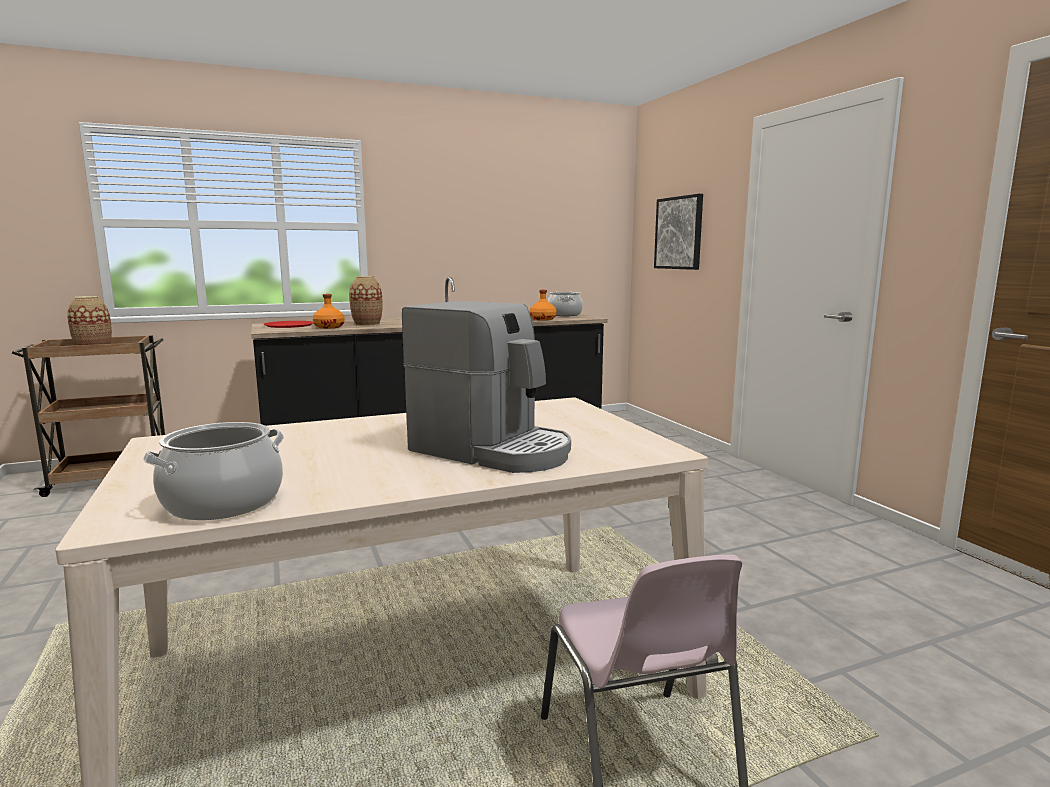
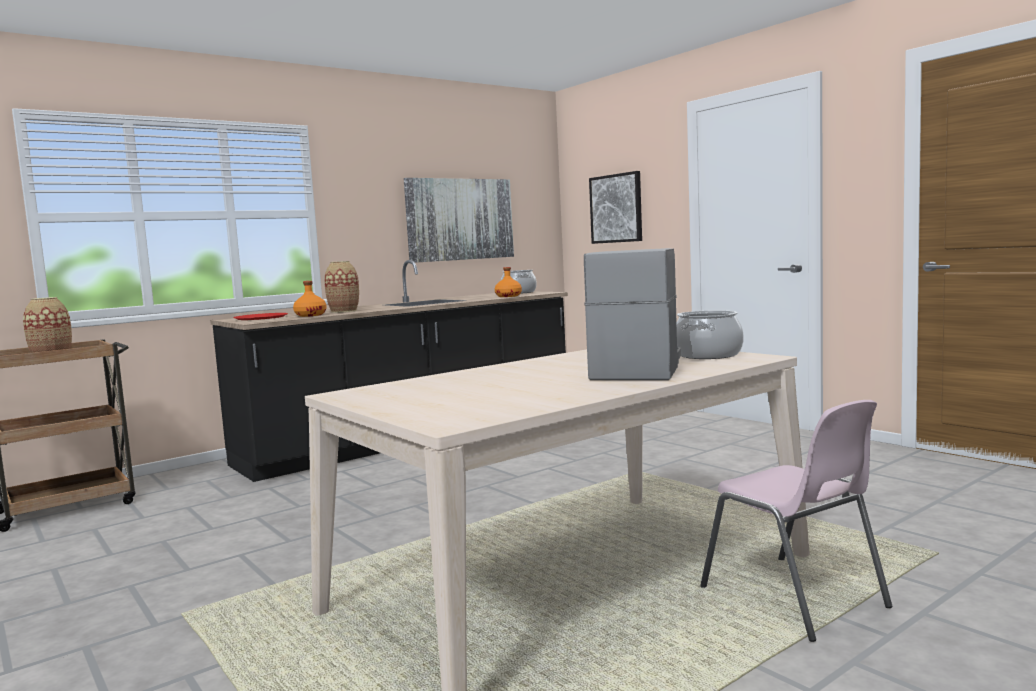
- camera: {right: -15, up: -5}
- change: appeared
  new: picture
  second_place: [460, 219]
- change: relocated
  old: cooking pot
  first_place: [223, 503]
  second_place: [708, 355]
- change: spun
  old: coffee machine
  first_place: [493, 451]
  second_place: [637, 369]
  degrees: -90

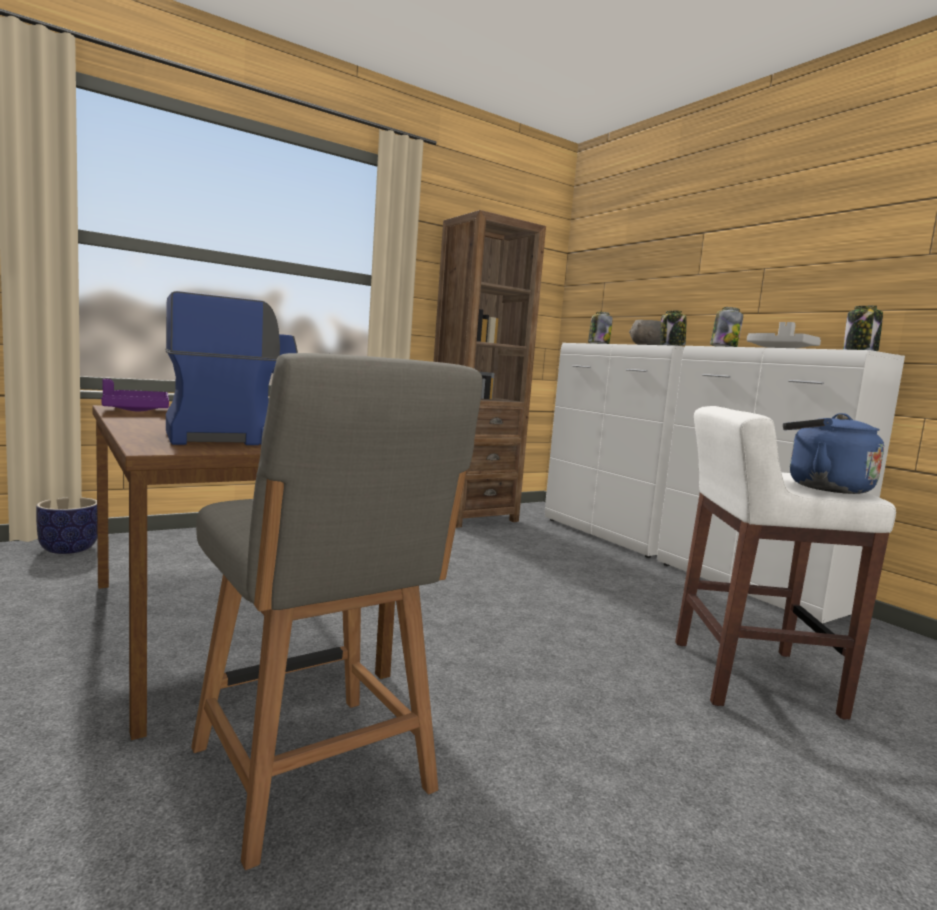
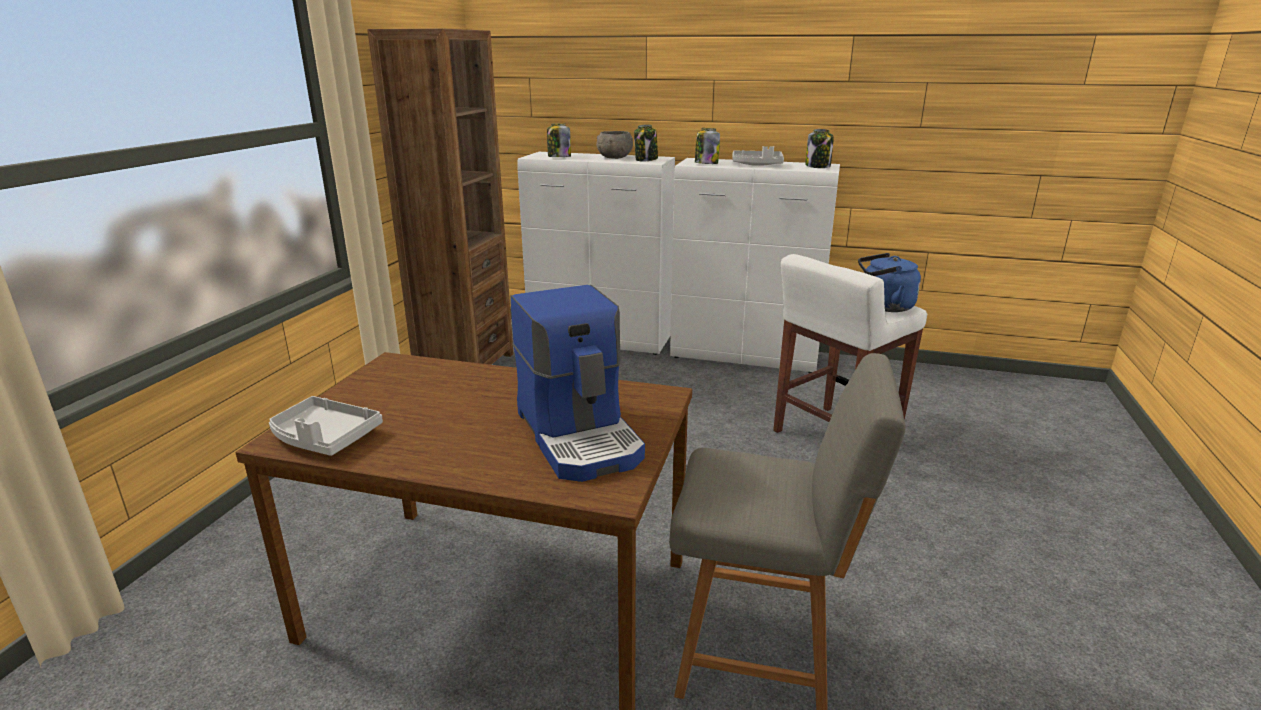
- camera: {right: -40, up: 15}
- change: missing
  old: planter
  first_place: [68, 549]
- change: colour
  old: tray in purple
  new: tray in grey
  first_place: [137, 410]
  second_place: [324, 438]
- change: spun
  old: coffee machine
  first_place: [246, 438]
  second_place: [581, 436]
  degrees: 135

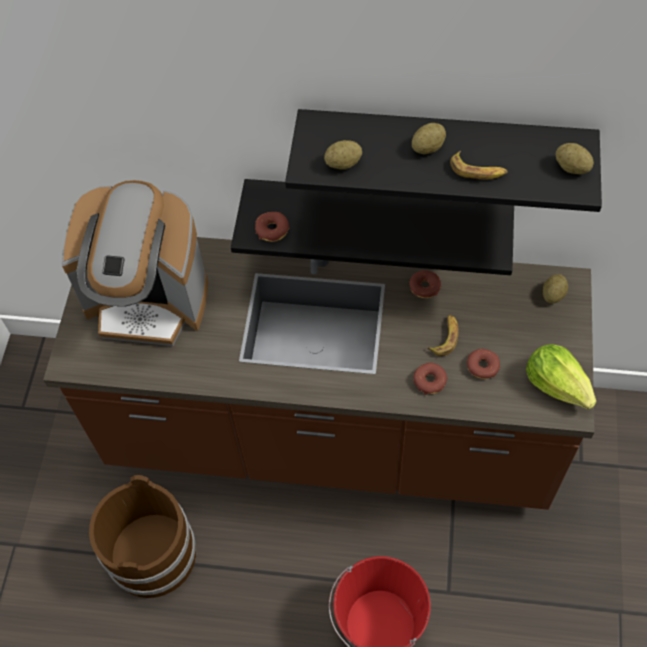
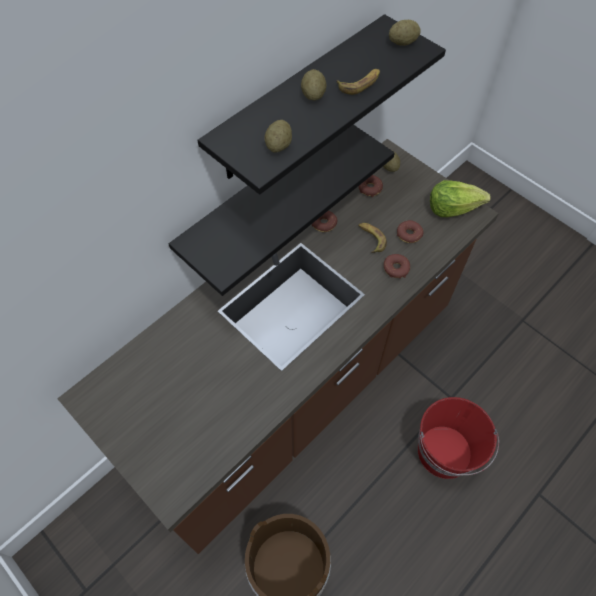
- camera: {right: -55, up: 0}
- change: missing
  old: coffee machine
  first_place: [149, 302]
- change: relocated
  old: donut
  first_place: [272, 230]
  second_place: [370, 188]

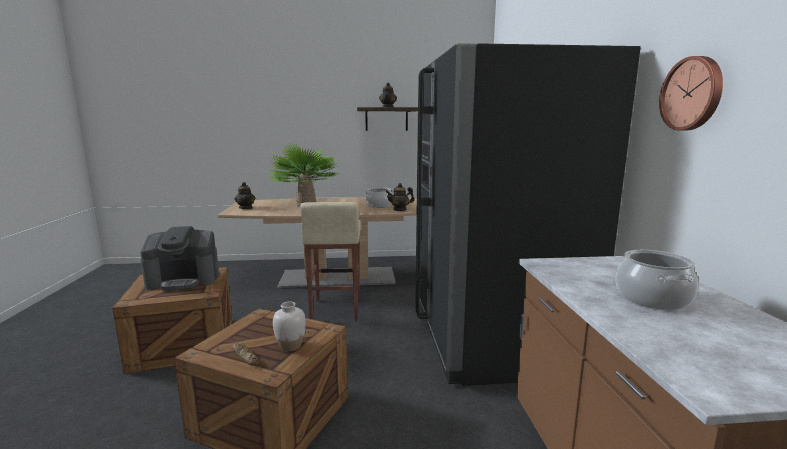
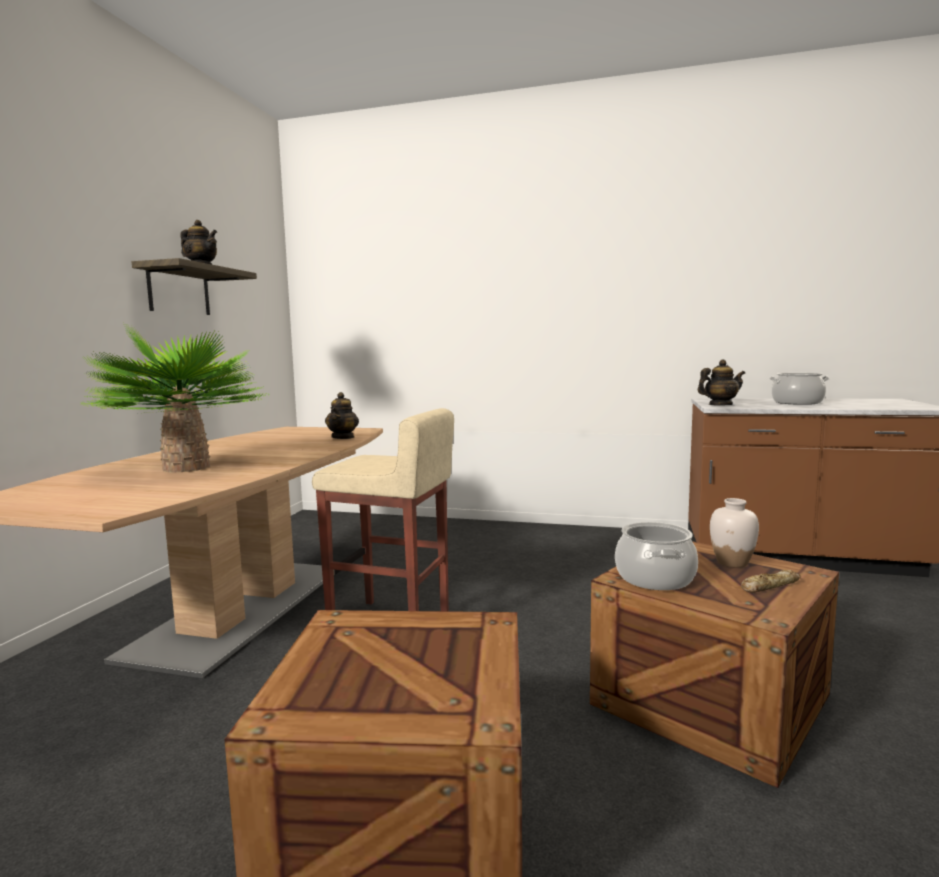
- camera: {right: -70, up: -5}
- change: missing
  old: coffee machine
  first_place: [184, 280]
- change: missing
  old: fridge in black
  first_place: [494, 339]
- change: missing
  old: wall clock
  first_place: [692, 94]
- change: relocated
  old: teapot
  first_place: [246, 208]
  second_place: [720, 405]
- change: relocated
  old: cooking pot
  first_place: [379, 205]
  second_place: [654, 578]

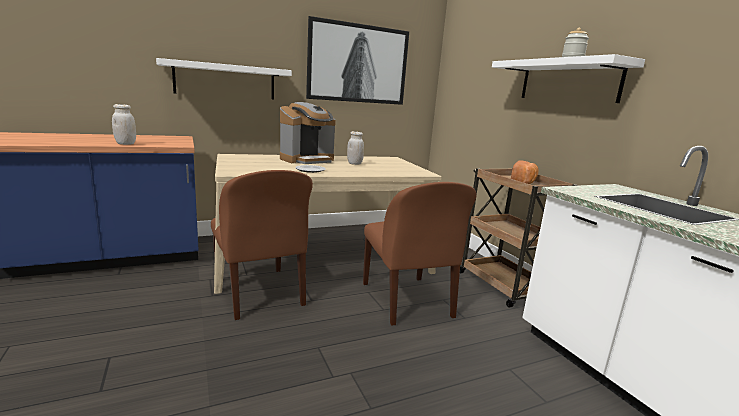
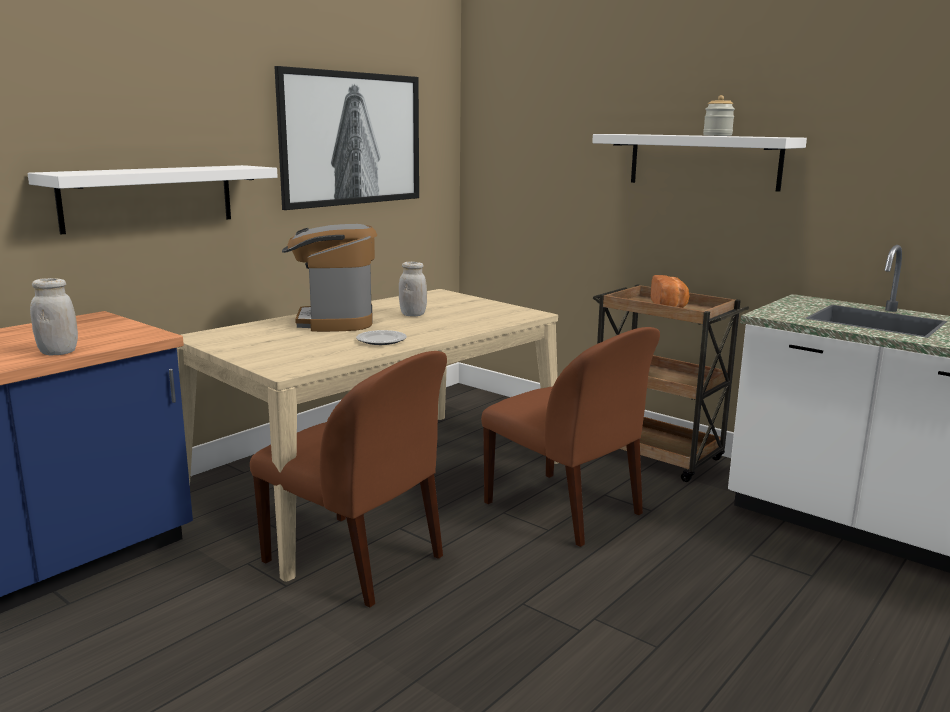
- camera: {right: -25, up: 0}
- change: spun
  old: coffee machine
  first_place: [307, 160]
  second_place: [334, 321]
  degrees: 150

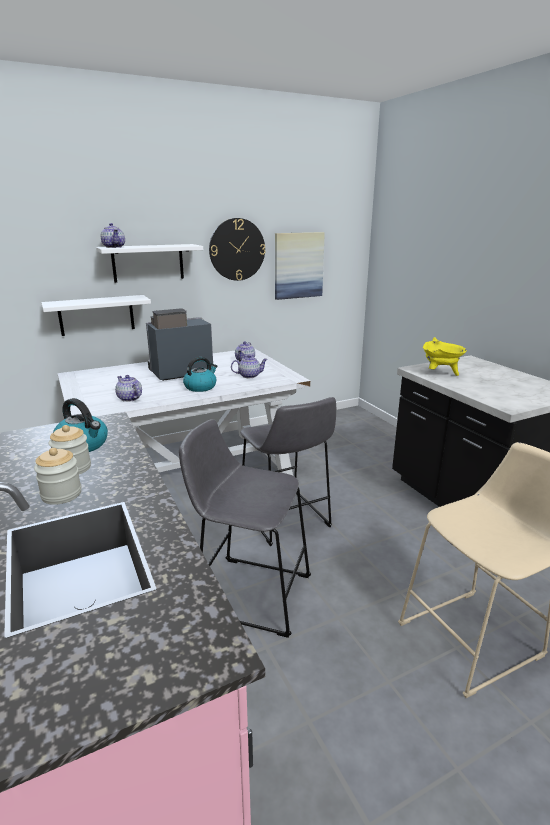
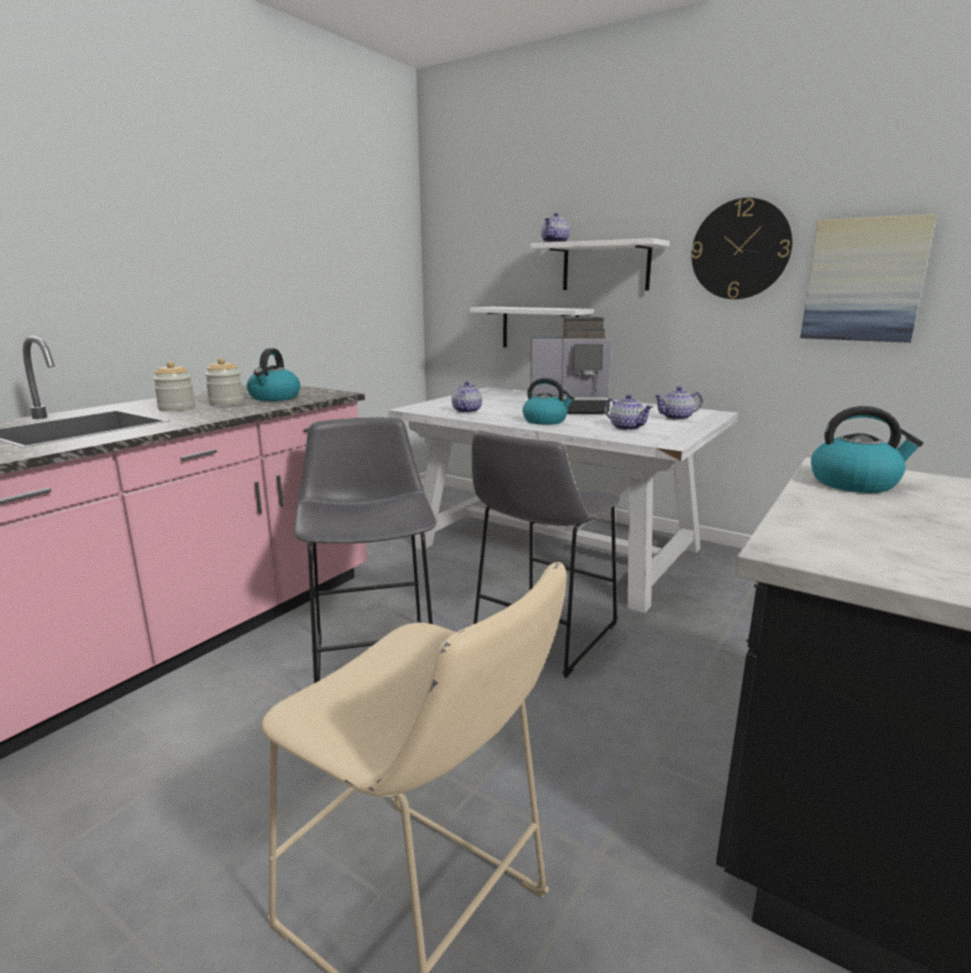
- camera: {right: 60, up: -5}
- change: exchanged
  old: cooking pot in yellow
  new: kettle
  first_place: [440, 374]
  second_place: [855, 483]
- change: spun
  old: coffee machine
  first_place: [178, 373]
  second_place: [570, 408]
  degrees: 150

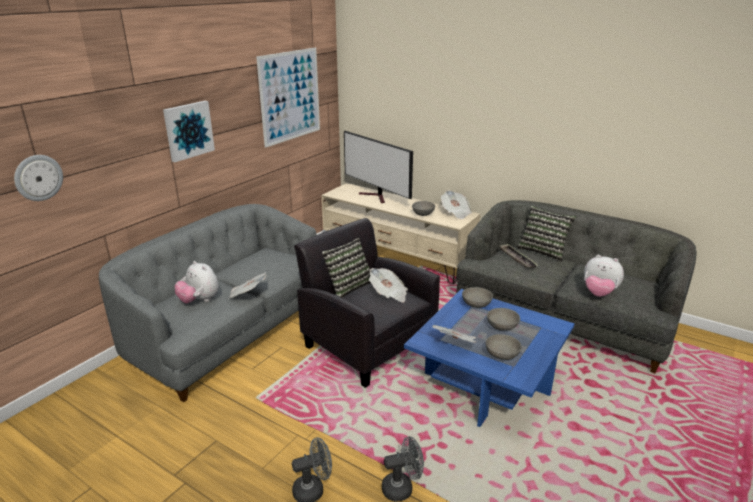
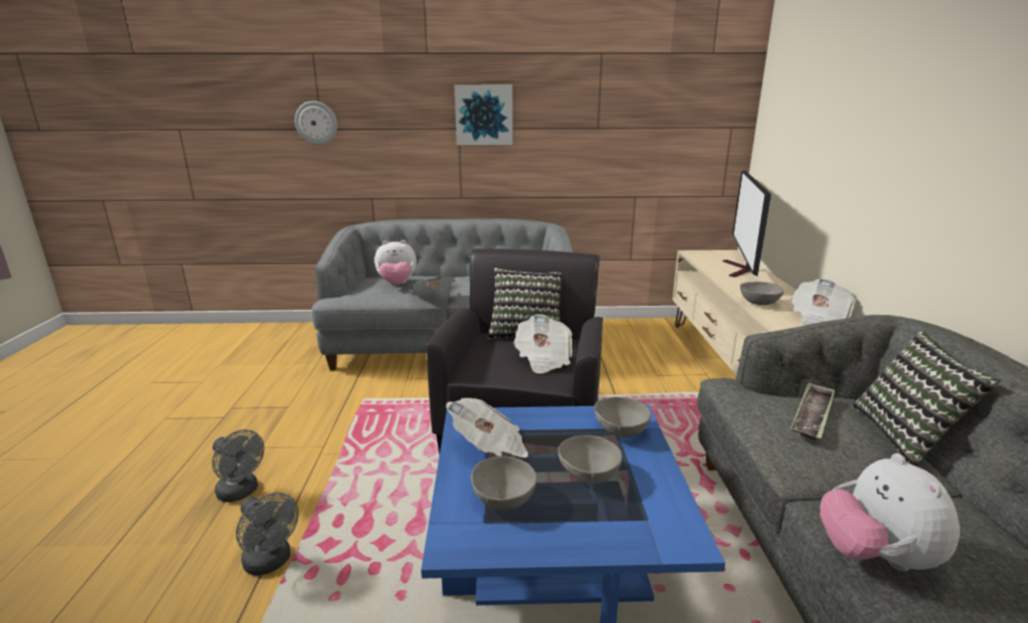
- camera: {right: 55, up: -5}
- change: missing
  old: picture
  first_place: [290, 96]
- change: spun
  old: plush toy
  first_place: [199, 300]
  second_place: [397, 284]
  degrees: -105

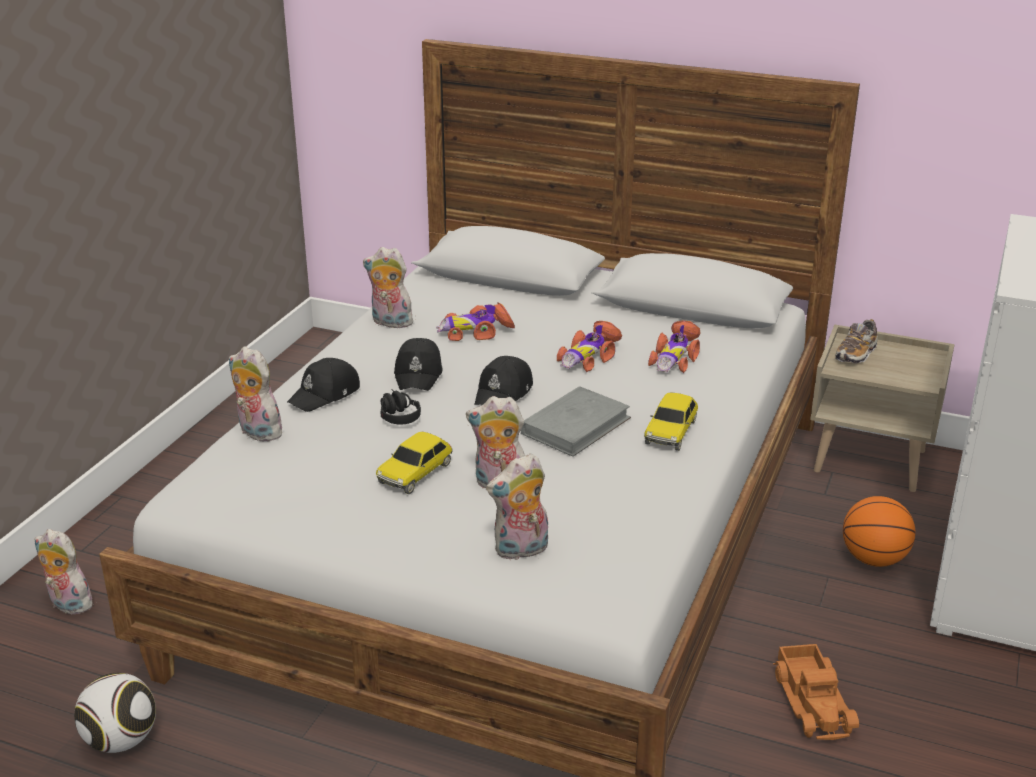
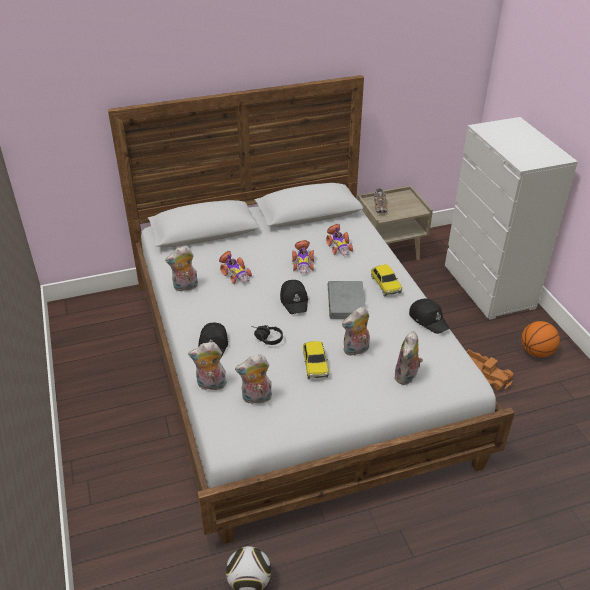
- camera: {right: -40, up: 10}
- change: relocated
  old: plush toy
  first_place: [67, 605]
  second_place: [256, 398]
- change: relocated
  old: cap in black
  first_place: [419, 374]
  second_place: [428, 319]
- change: relocated
  old: basketball
  first_place: [873, 559]
  second_place: [536, 352]
- change: spun
  old: toy car
  first_place: [475, 332]
  second_place: [234, 272]
  degrees: -75

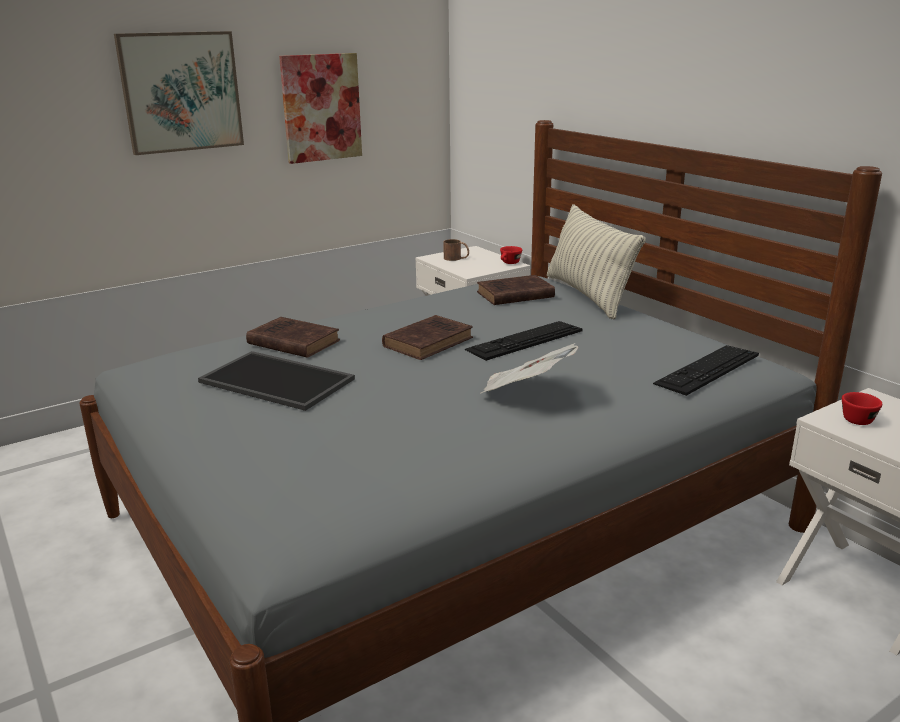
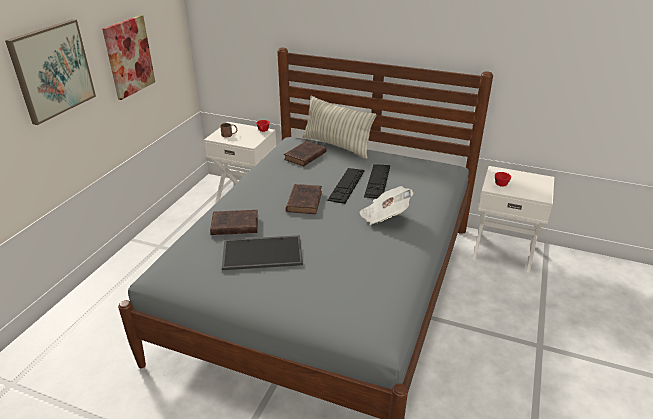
- camera: {right: -35, up: 10}
- change: relocated
  old: keyboard
  first_place: [707, 369]
  second_place: [377, 181]

